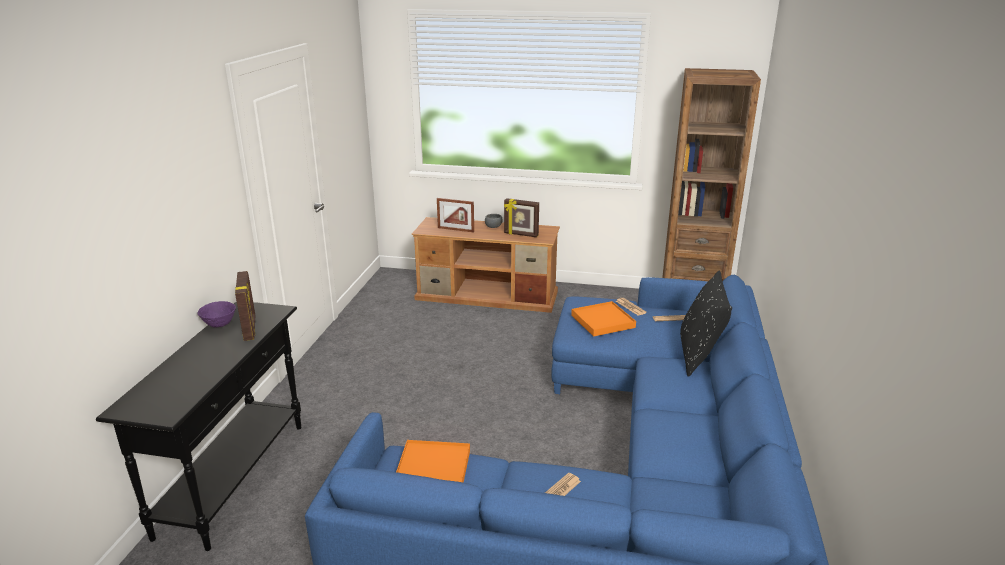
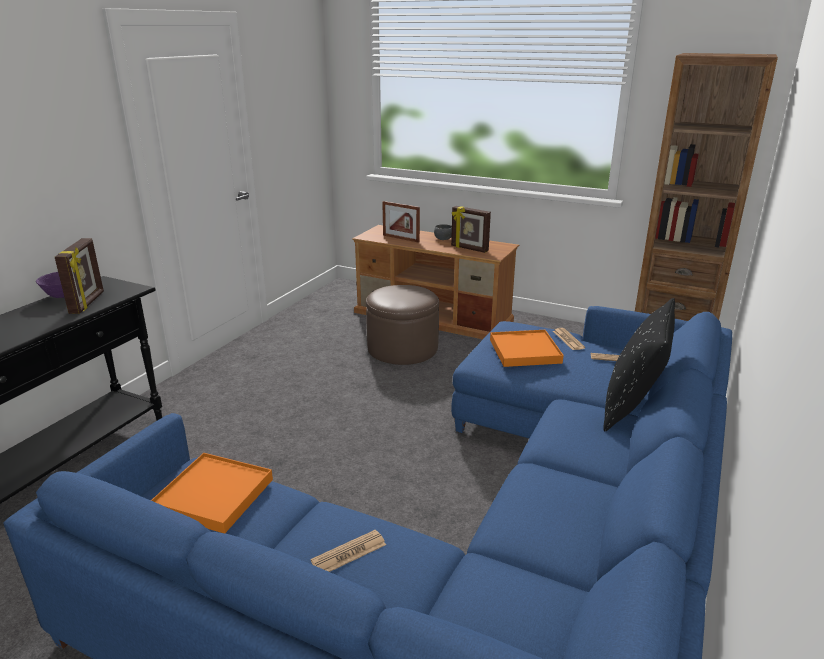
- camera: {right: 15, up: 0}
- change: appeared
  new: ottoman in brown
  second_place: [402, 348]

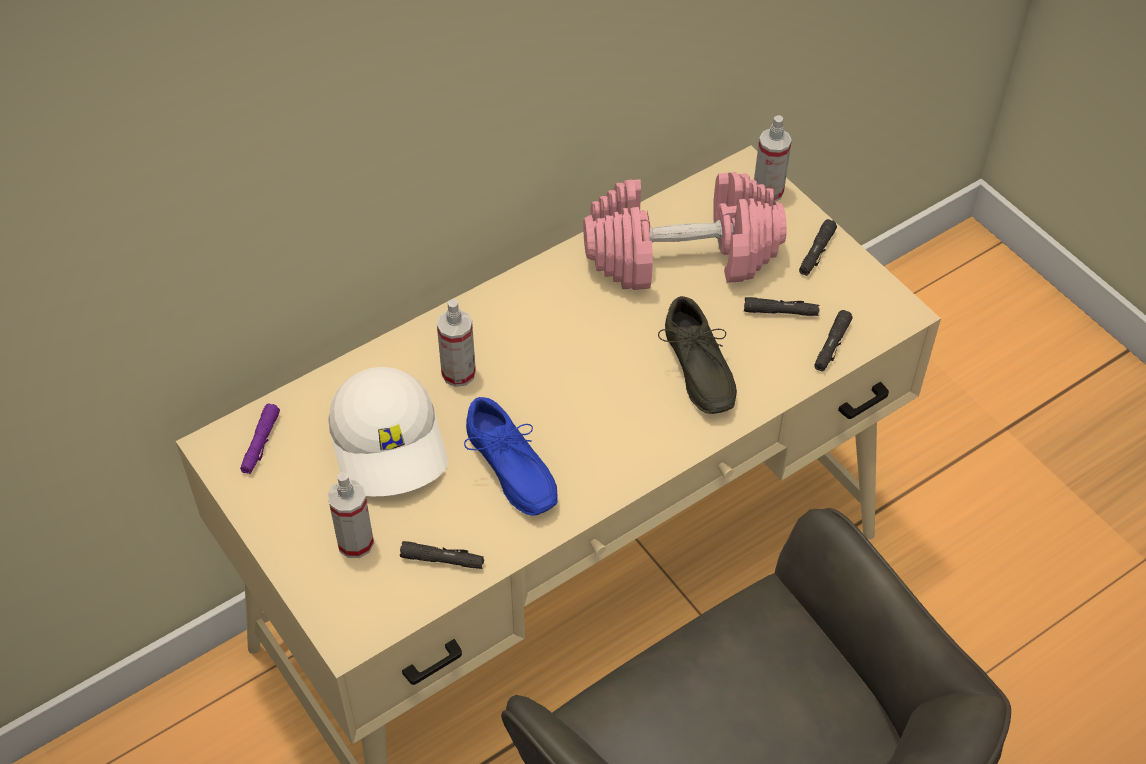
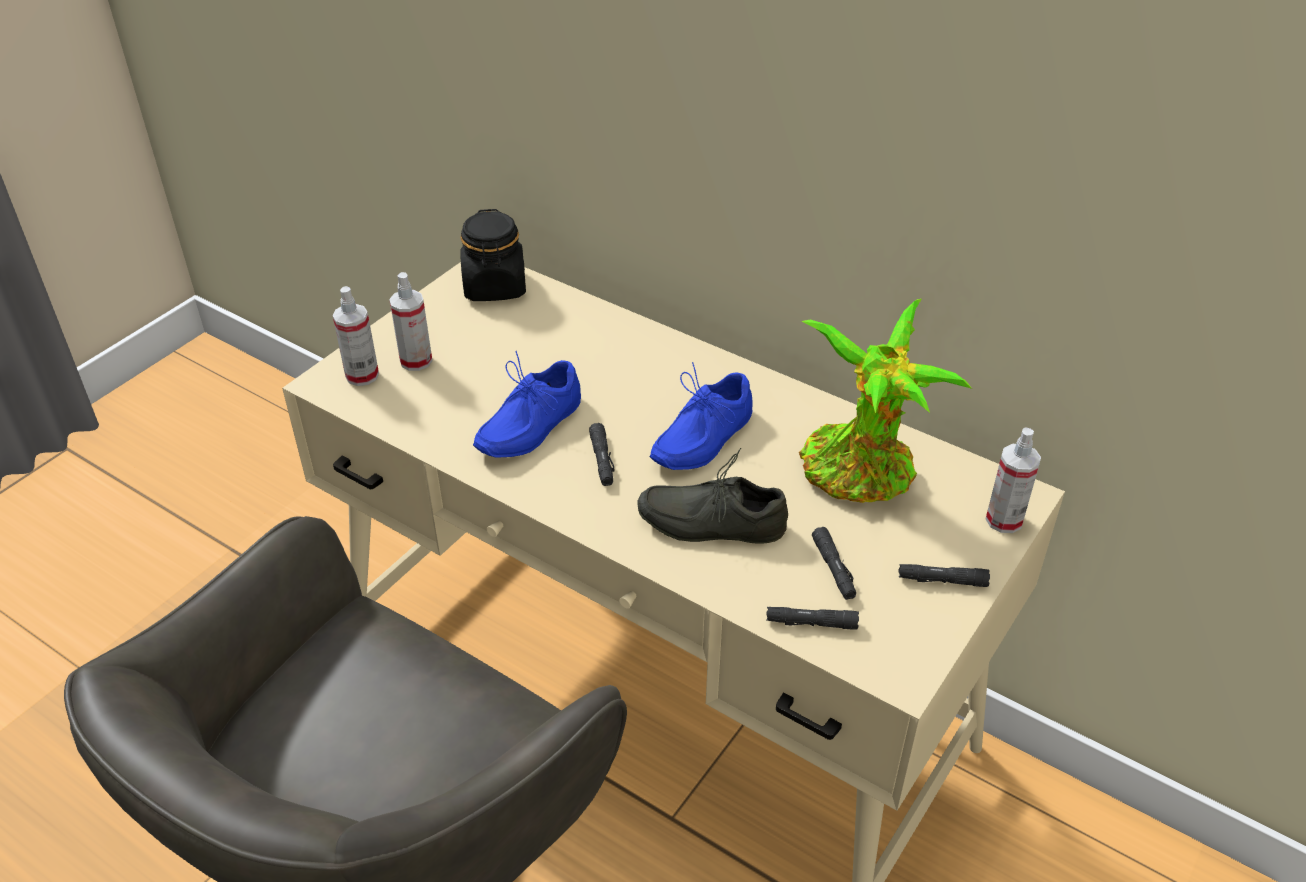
- camera: {right: 70, up: -10}
- change: missing
  old: cap in white
  first_place: [390, 445]
- change: appeared
  new: shoe in blue
  second_place: [698, 437]
- change: relocated
  old: flashlight in black
  first_place: [442, 559]
  second_place: [602, 460]
- change: relocated
  old: spray bottle
  first_place: [458, 373]
  second_place: [362, 375]
- change: exchanged
  old: flashlight in purple
  new: jar in black
  first_place: [261, 443]
  second_place: [495, 286]
- change: exchanged
  old: dumbbell in pink
  new: potted plant
  first_place: [682, 255]
  second_place: [861, 475]
- change: spun
  old: shoe in grey
  first_place: [694, 371]
  second_place: [712, 520]
  degrees: 45

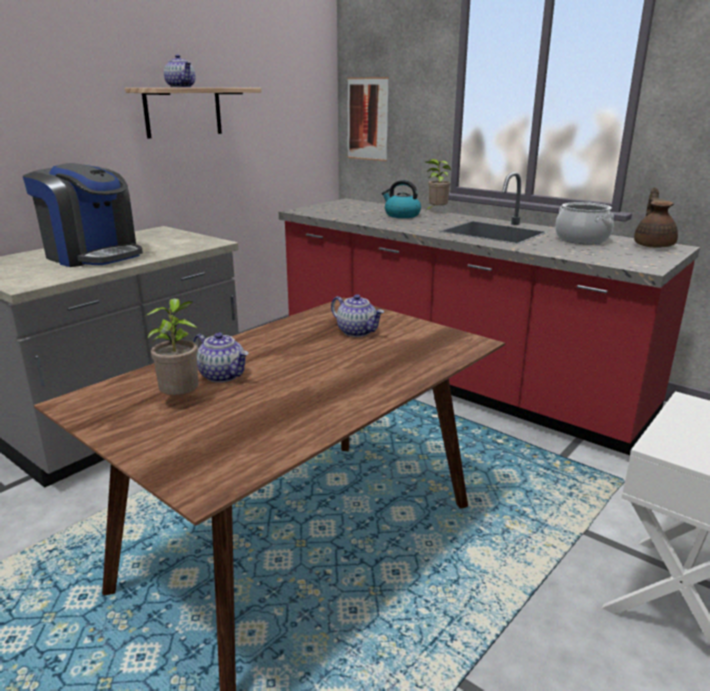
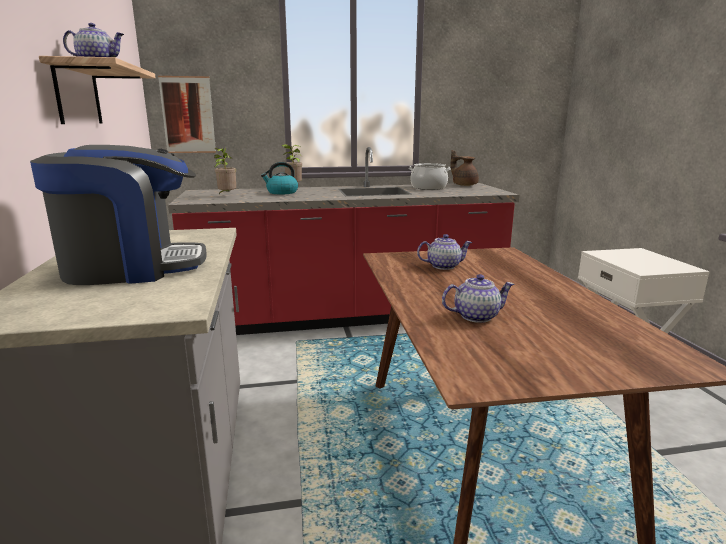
- camera: {right: -50, up: -5}
- change: relocated
  old: potted plant
  first_place: [181, 399]
  second_place: [227, 196]

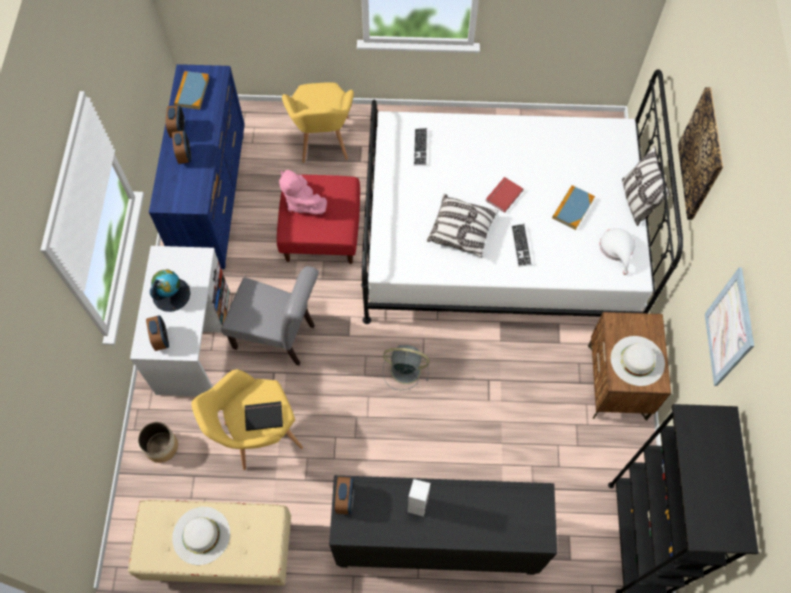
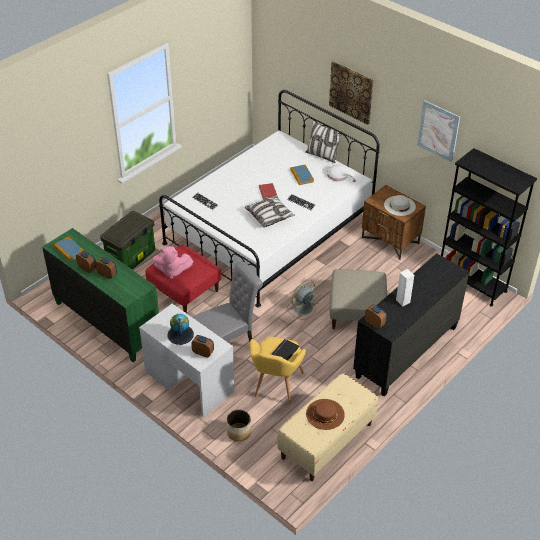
- camera: {right: -50, up: -20}
- change: appeared
  new: ottoman in beige
  second_place: [357, 312]
- change: exchanged
  old: armchair in yellow
  new: storage box
  first_place: [323, 144]
  second_place: [131, 258]
- change: colour
  old: dresser in blue
  new: dresser in green
  first_place: [213, 198]
  second_place: [107, 322]
- change: colour
  old: hat in white
  new: hat in brown
  first_place: [201, 535]
  second_place: [325, 414]

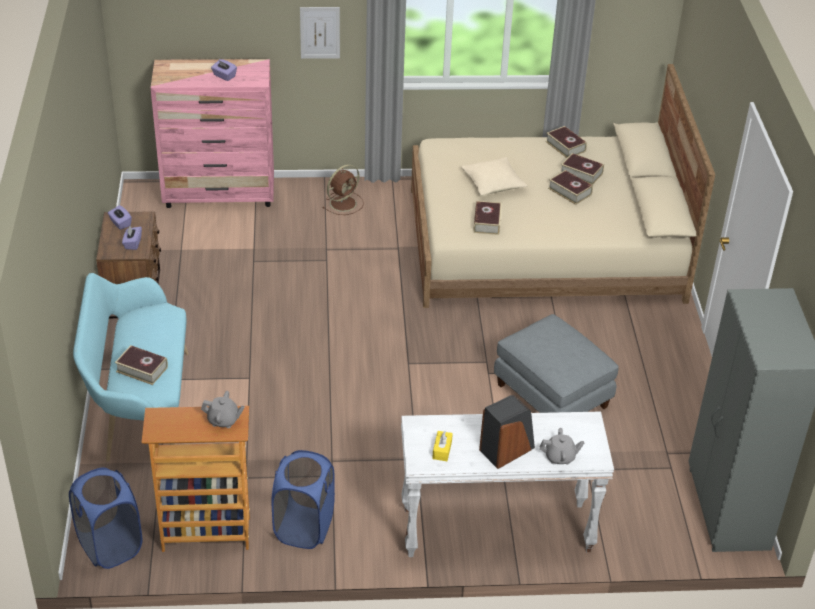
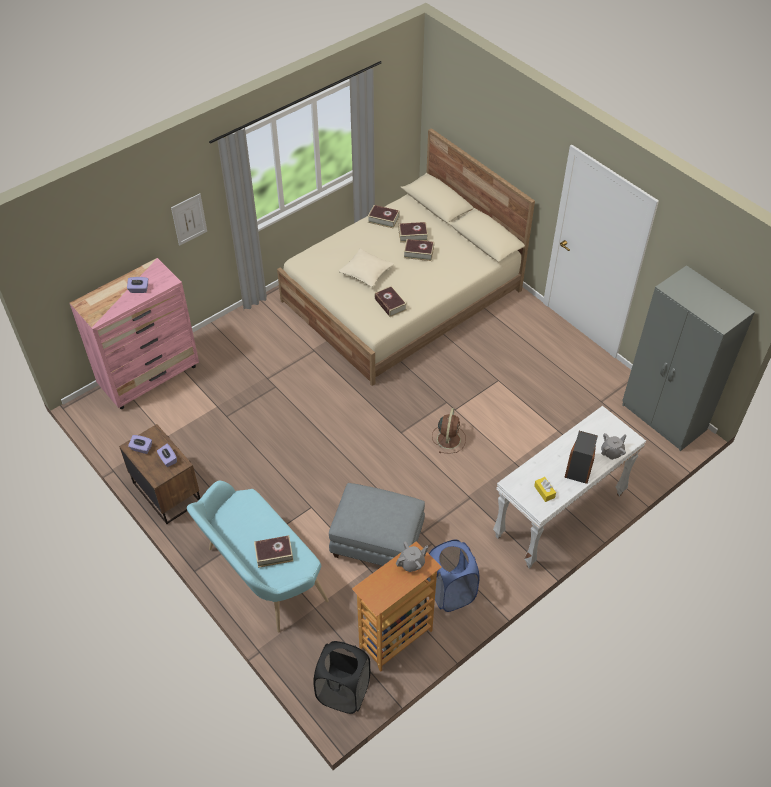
- camera: {right: -35, up: 10}
- change: relocated
  old: fan in brown
  first_place: [344, 203]
  second_place: [449, 438]
- change: relocated
  old: ottoman in grey
  first_place: [551, 396]
  second_place: [376, 543]
- change: colour
  old: laundry basket in blue
  new: laundry basket in black
  first_place: [110, 546]
  second_place: [343, 692]

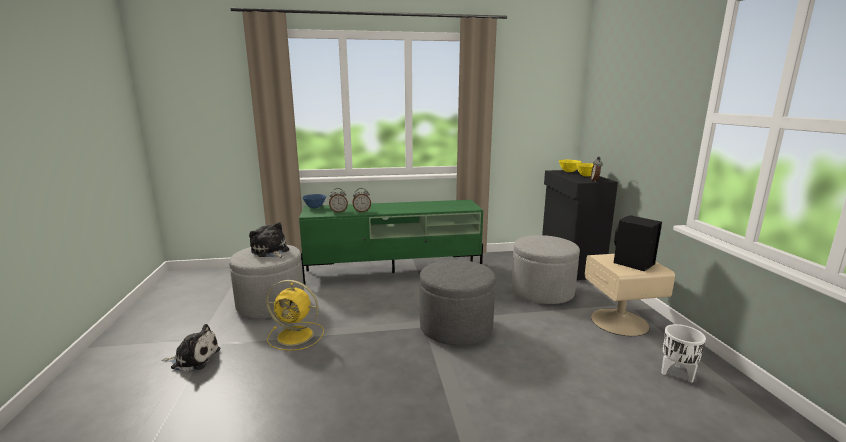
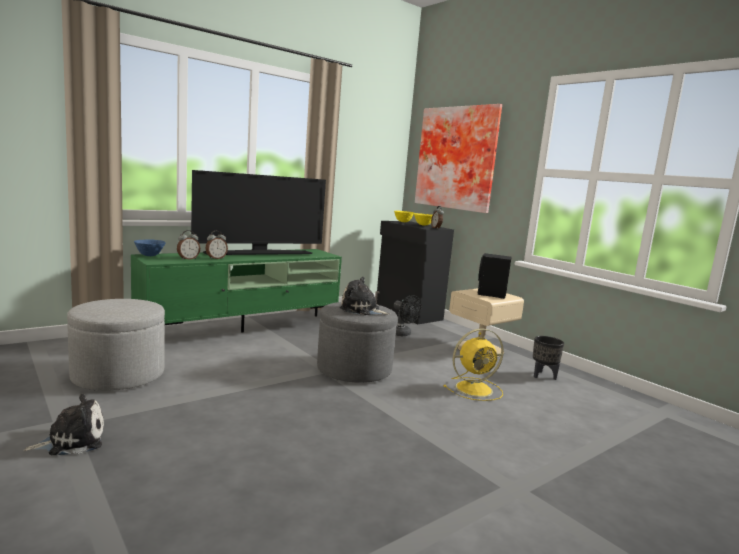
- camera: {right: -30, up: -5}
- change: appeared
  new: television
  second_place: [259, 253]
- change: appeared
  new: picture
  second_place: [458, 158]
- change: relocated
  old: plush toy
  first_place: [270, 251]
  second_place: [362, 310]
- change: relocated
  old: fan in yellow
  first_place: [297, 336]
  second_place: [475, 389]
- change: exchanged
  old: ottoman in grey
  new: fan in black
  first_place: [542, 291]
  second_place: [402, 334]
- change: colour
  old: planter in white
  new: planter in black
  first_place: [677, 374]
  second_place: [543, 376]

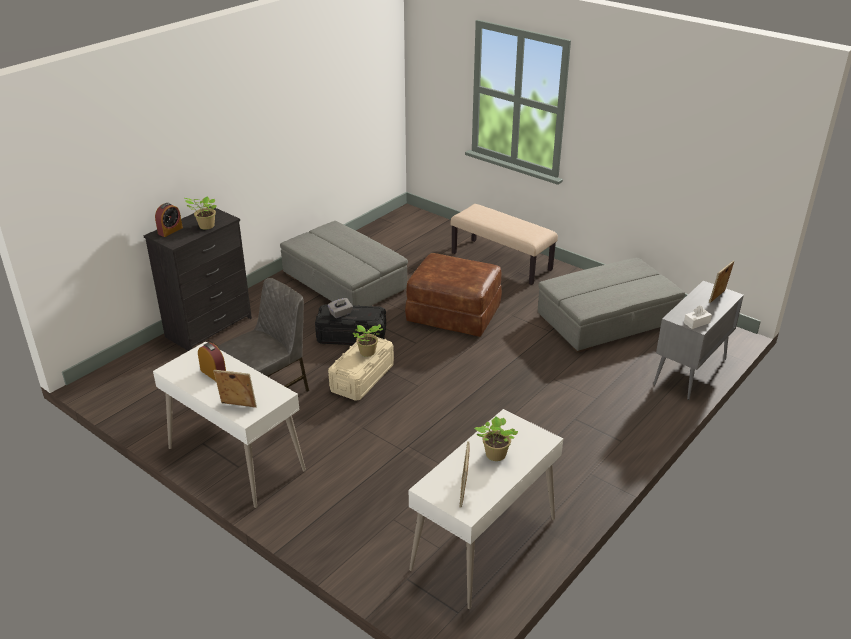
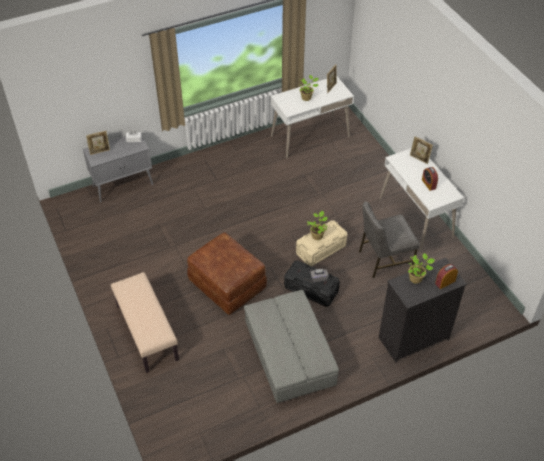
- camera: {right: -155, up: 15}
- change: missing
  old: ottoman in grey
  first_place: [607, 320]

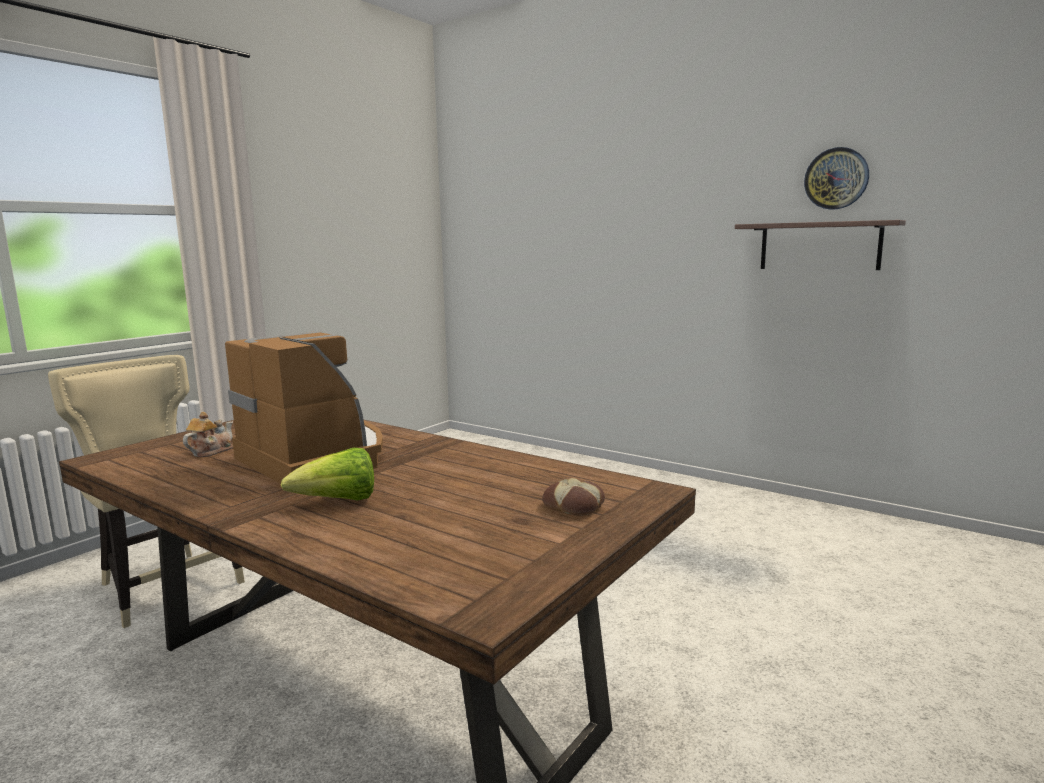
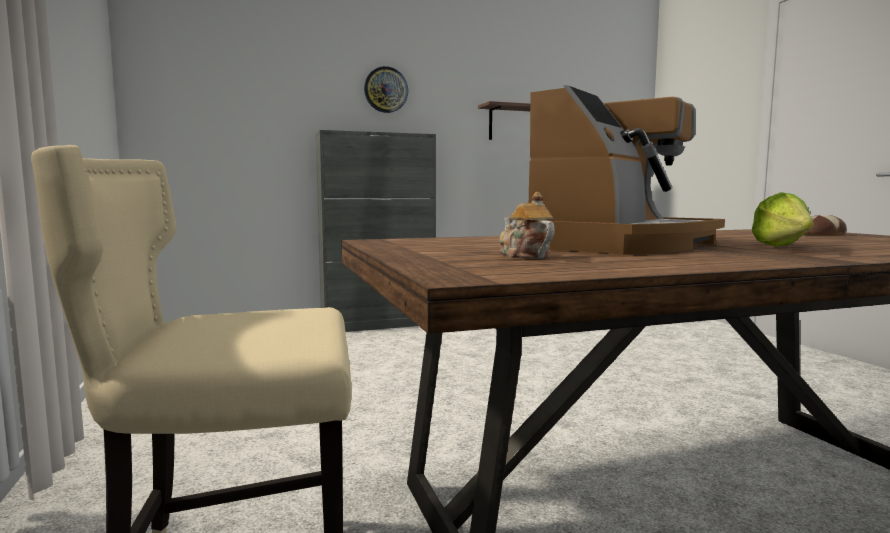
- camera: {right: -55, up: -5}
- change: appeared
  new: cabinet in grey
  second_place: [379, 325]
- change: relocated
  old: wall clock
  first_place: [836, 178]
  second_place: [386, 90]
- change: spun
  old: coffee machine
  first_place: [317, 458]
  second_place: [619, 245]
  degrees: 135

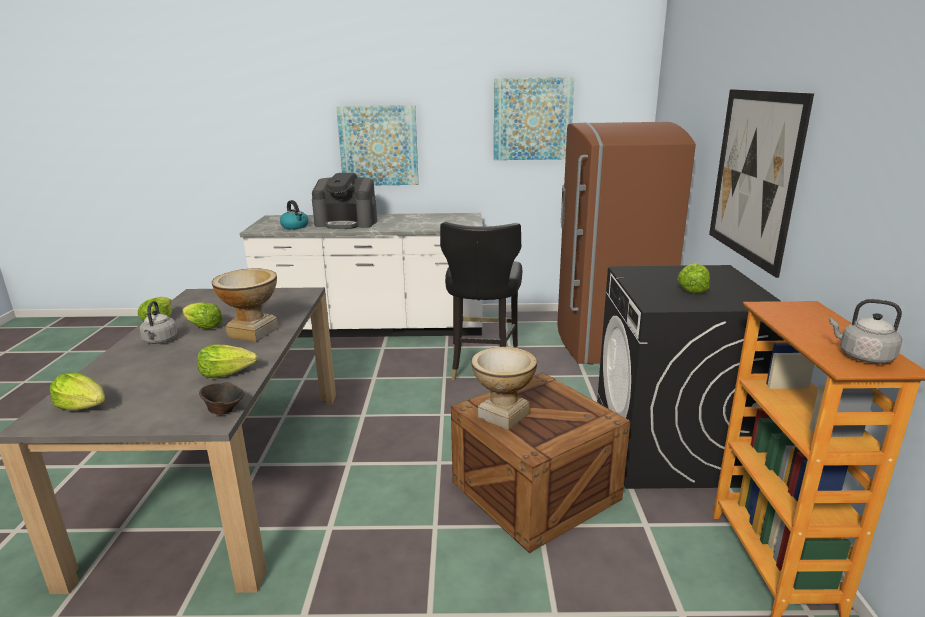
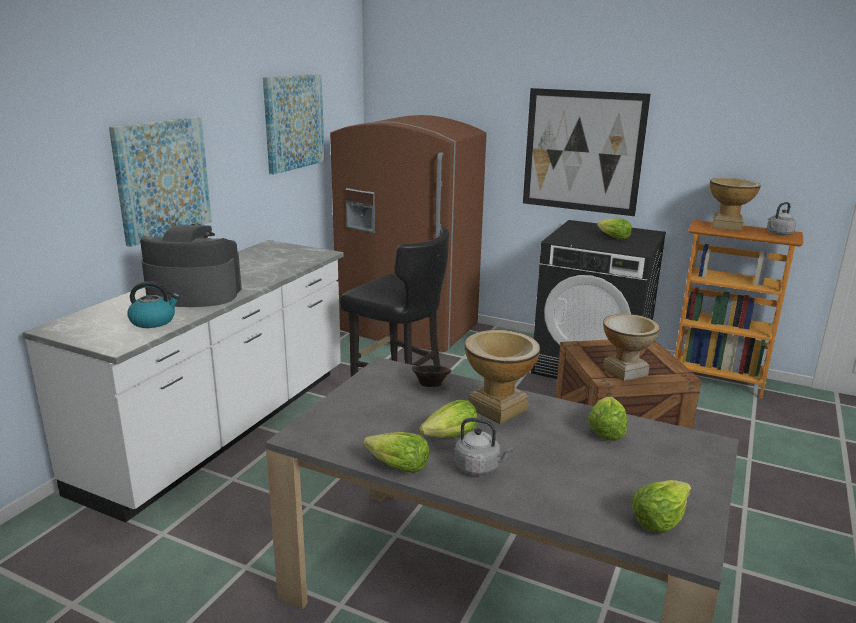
- camera: {right: -65, up: 0}
- change: appeared
  new: vase
  second_place: [727, 227]
- change: relocated
  old: bowl in brown
  first_place: [224, 410]
  second_place: [430, 385]
- change: spun
  old: coffee machine
  first_place: [347, 223]
  second_place: [193, 294]
  degrees: -120

